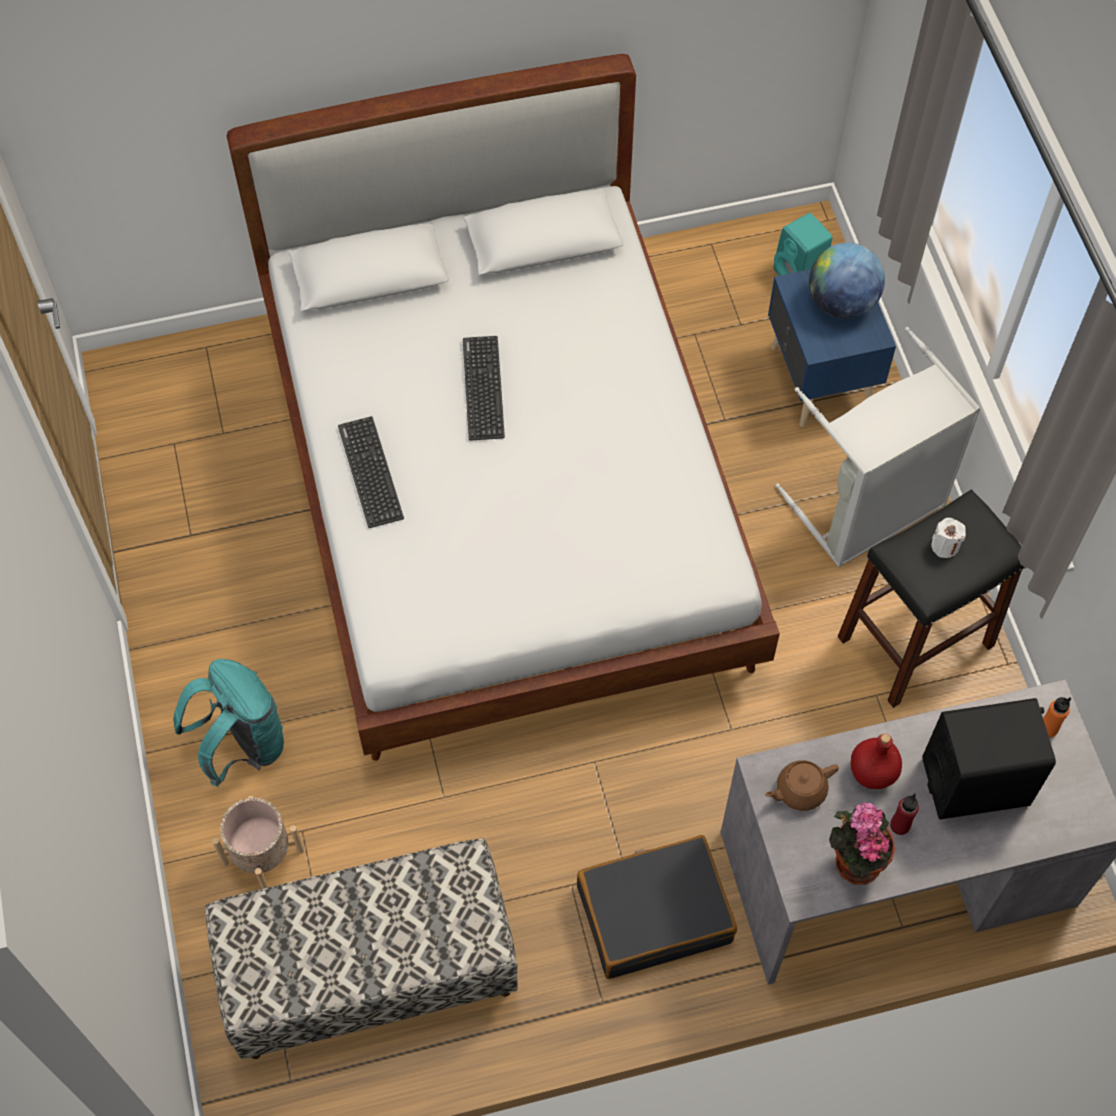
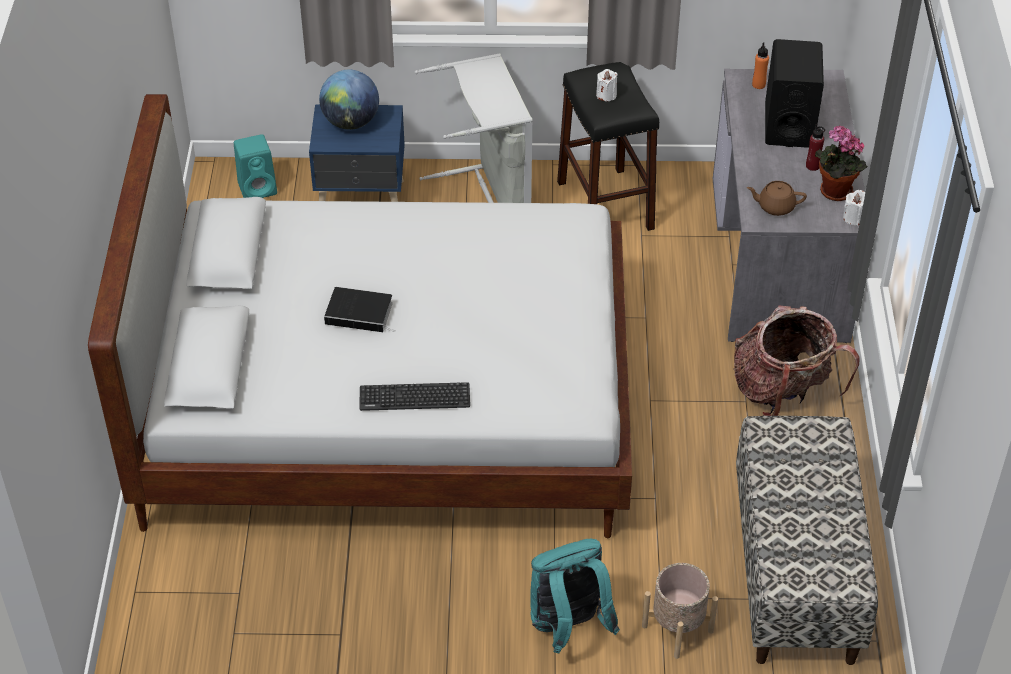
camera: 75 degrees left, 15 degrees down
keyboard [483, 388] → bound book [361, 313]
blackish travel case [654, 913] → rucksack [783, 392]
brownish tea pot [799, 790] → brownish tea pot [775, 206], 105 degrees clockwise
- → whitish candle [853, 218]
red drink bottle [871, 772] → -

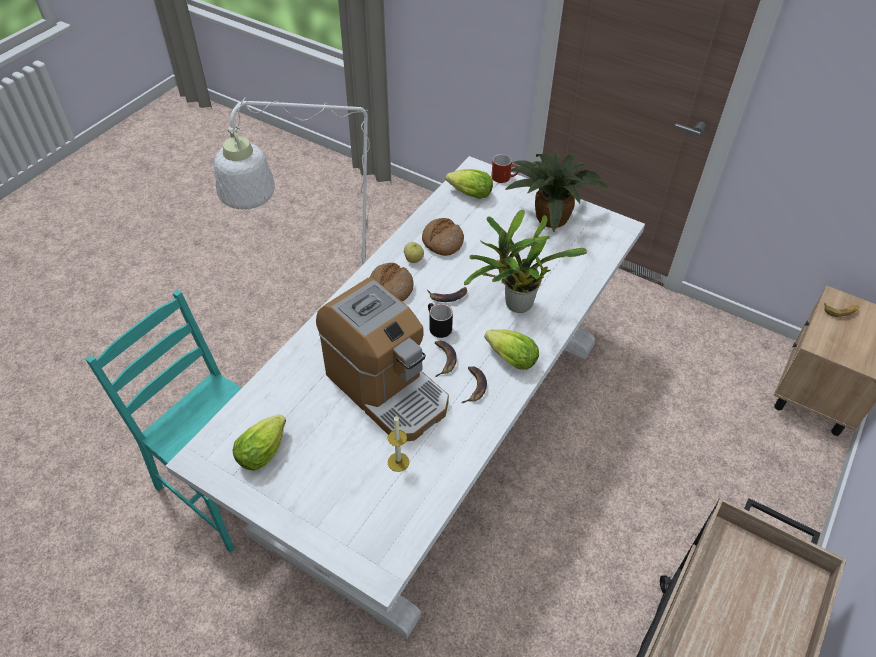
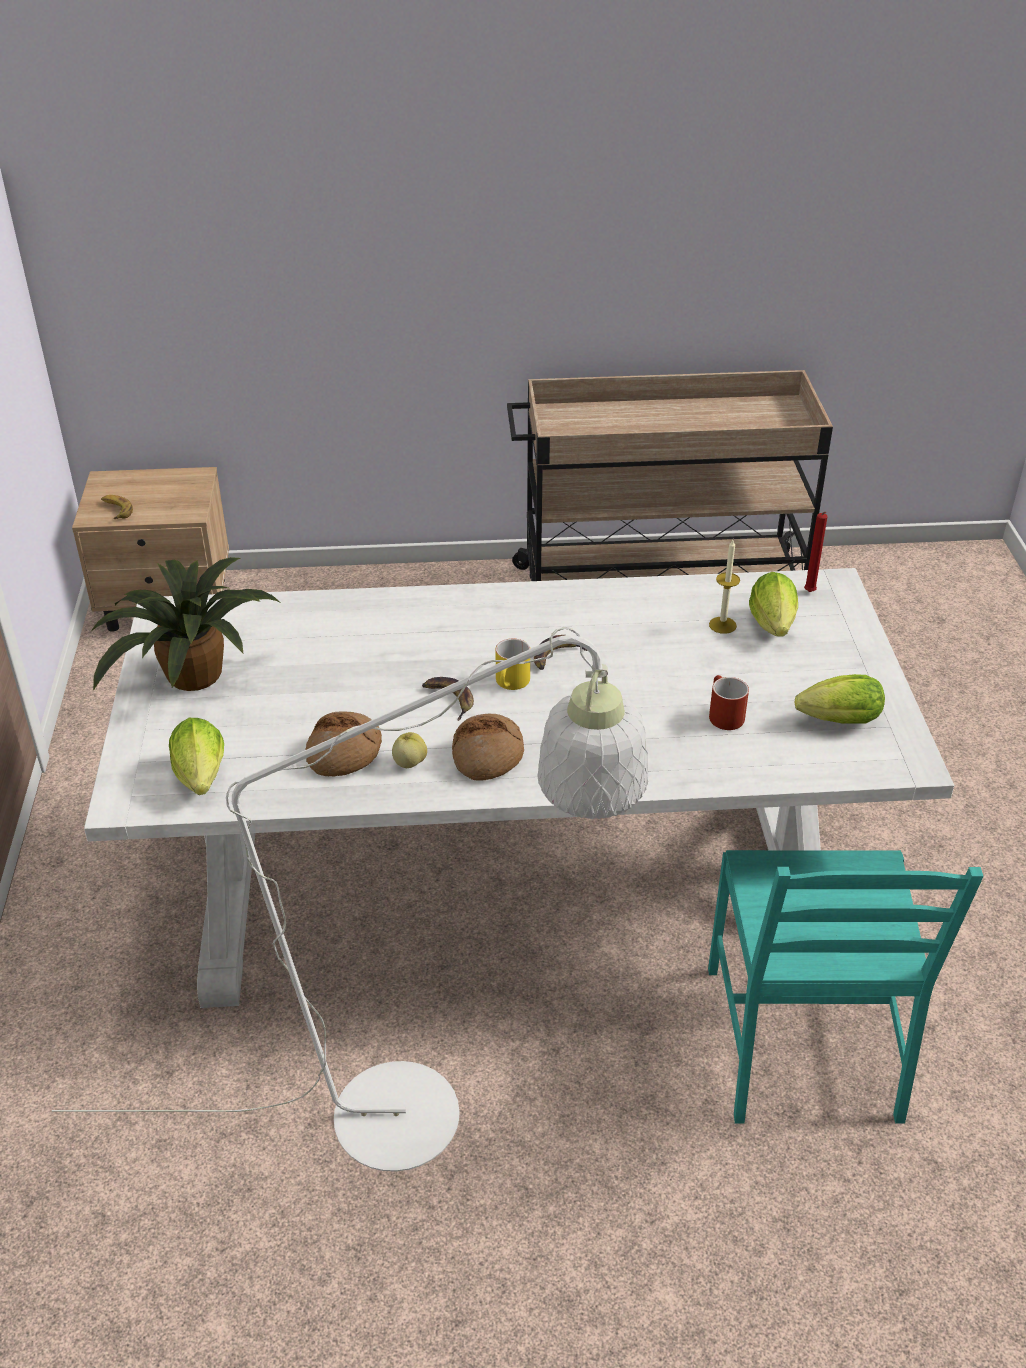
camera: 125 degrees left, 10 degrees down
blackish coffee mug [437, 326] → yellowish coffee mug [511, 684]
red coffee mug [504, 177] → red coffee mug [722, 714], relocated
lettuce head [508, 358] → lettuce head [773, 627], relocated
- → red candle [809, 593]
coffee machine [387, 389] → -
banana fruit [474, 386] → -
plant in a pot [514, 305] → -

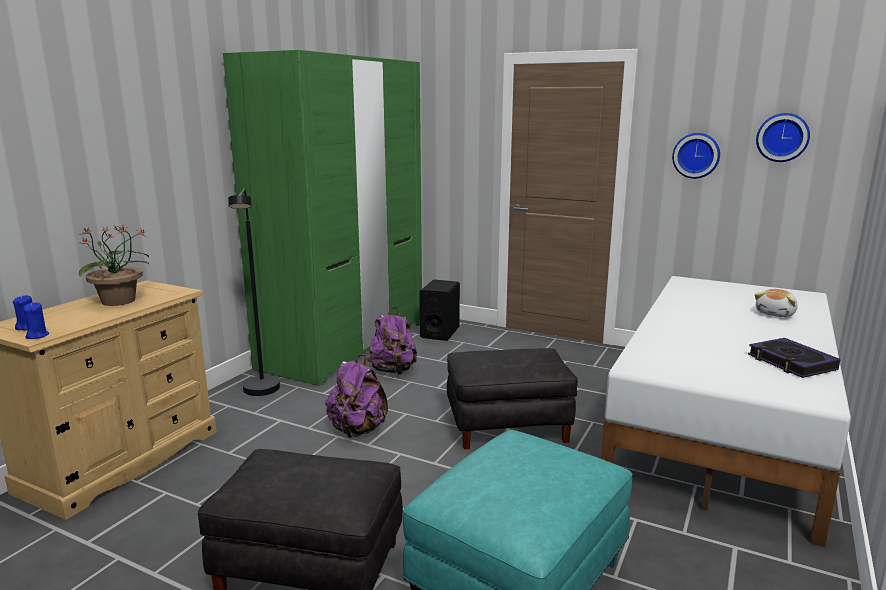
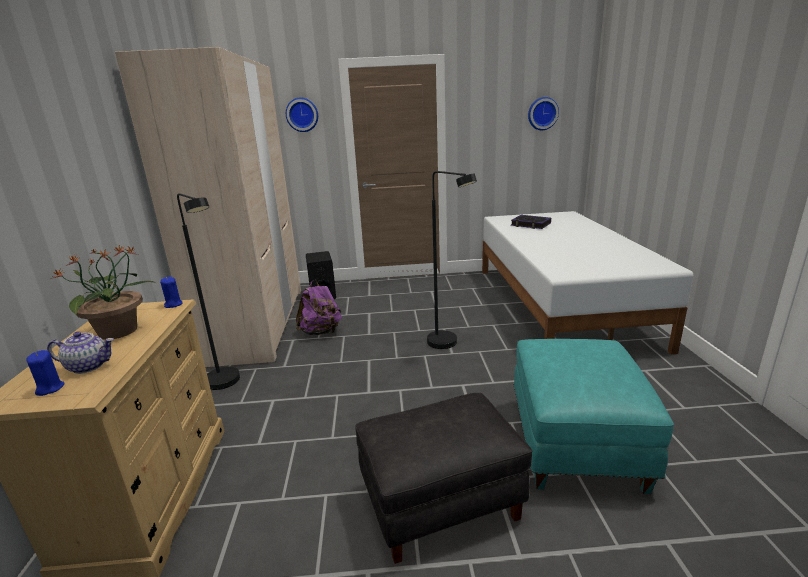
camera: 30 degrees left, 5 degrees up
- → tea pot [89, 366]
green wardrobe [345, 344] → beige-coloured wardrobe [256, 323]
blue-coloured candle [37, 336] → blue-coloured candle [173, 304], relocated
hanging clock [696, 155] → hanging clock [302, 115], relocated
blackish ottoman [508, 426] → blackish floor lamp [448, 344]
bound book [791, 363] → bound book [530, 224], relocated
purplish rucksack [357, 430] → -
plush toy [776, 314] → -

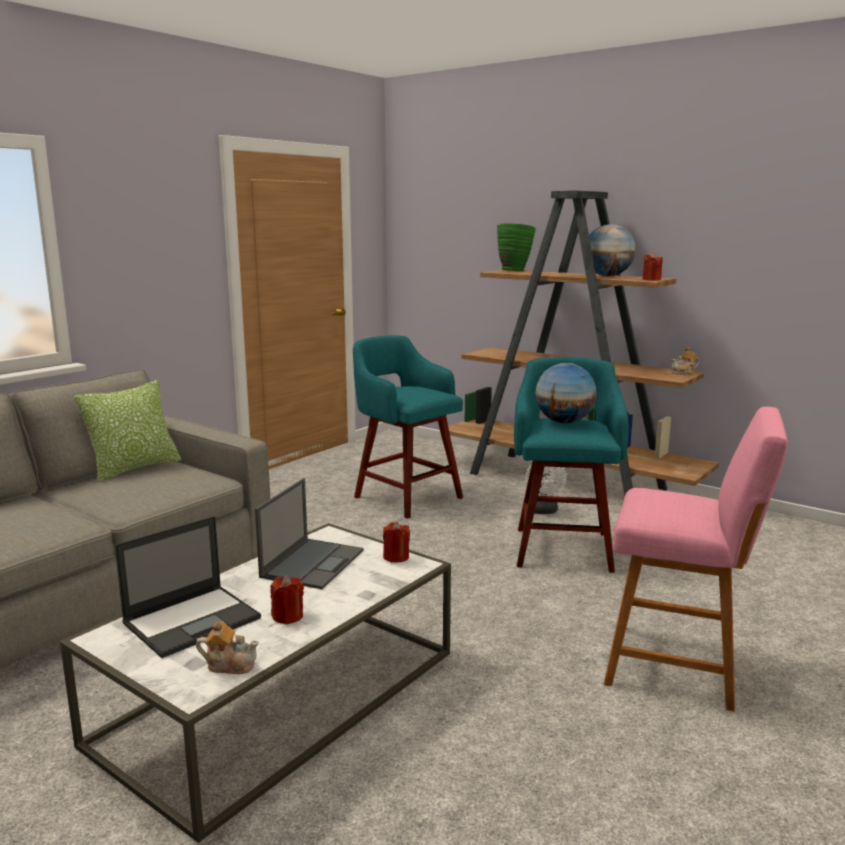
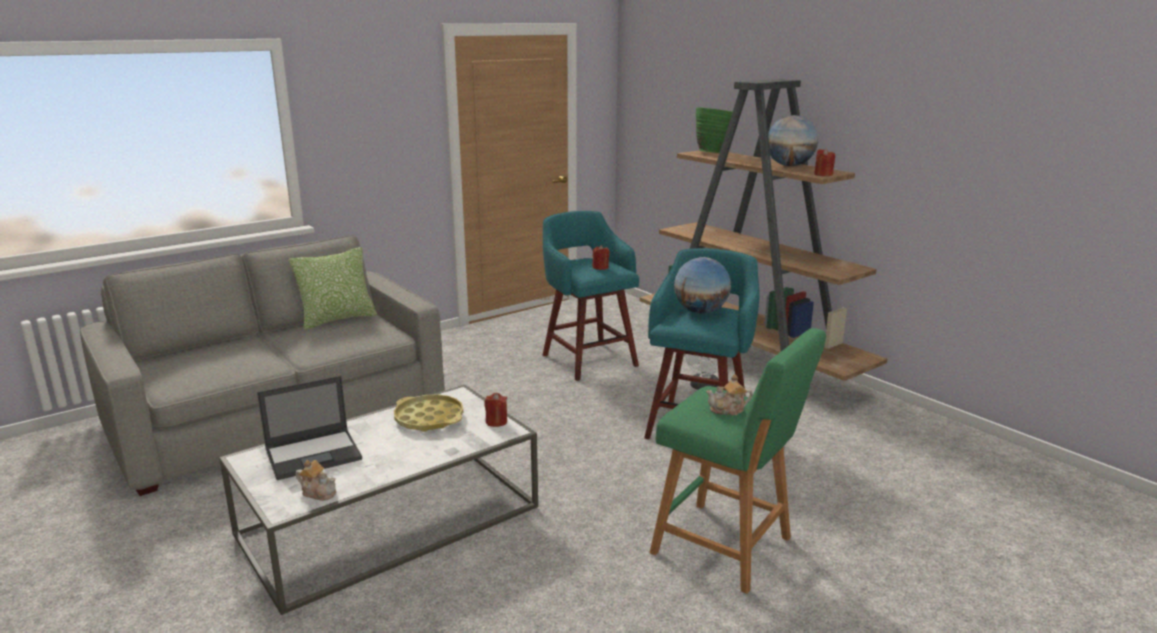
camera: 15 degrees right, 5 degrees up
notebook computer [313, 563] → yellowish serving tray [429, 418]
red candle [287, 616] → red candle [600, 267], relocated
pinkish stool [680, 666] → green stool [728, 548]
tea pot [684, 373] → tea pot [728, 410], relocated

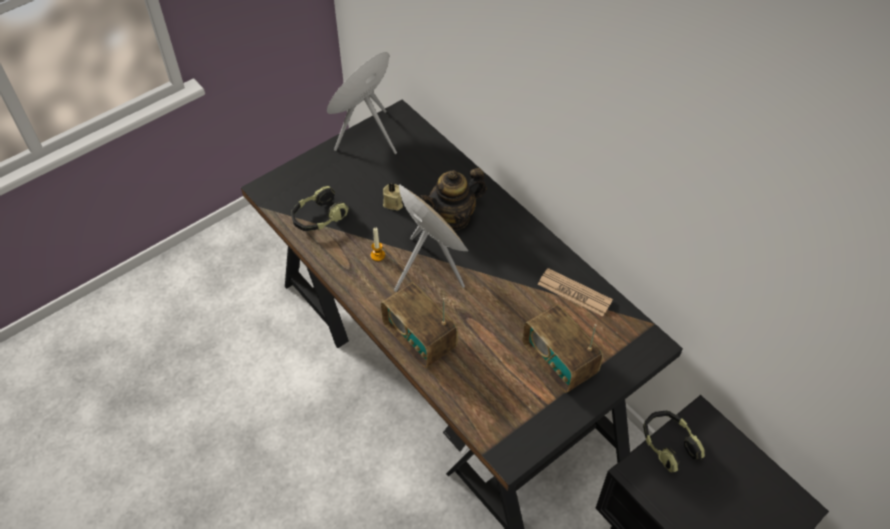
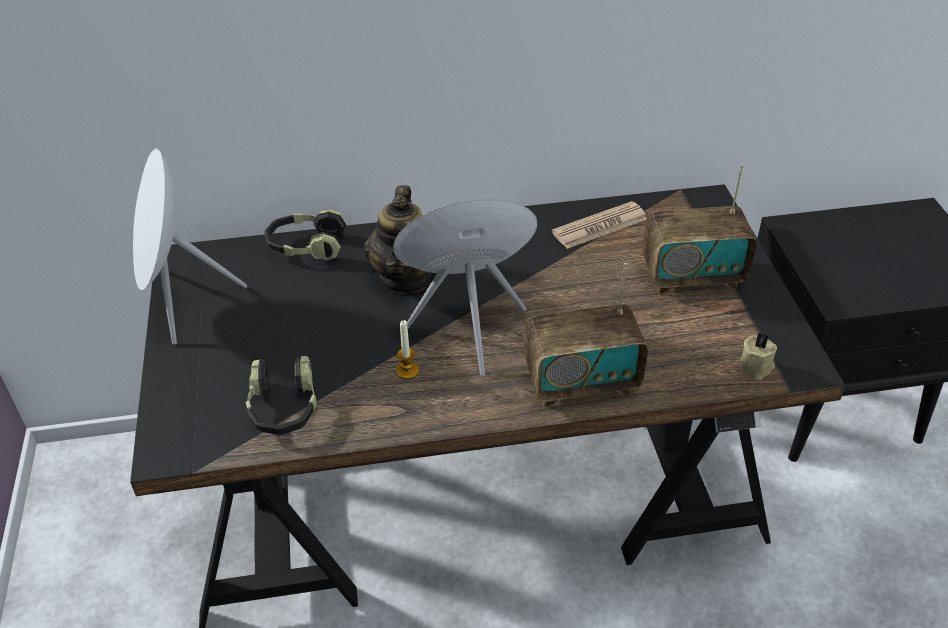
camera: 60 degrees left, 10 degrees down
pair of headphones [668, 444] → pair of headphones [306, 247], relocated
beige-coloured candle [393, 203] → beige-coloured candle [756, 367], relocated

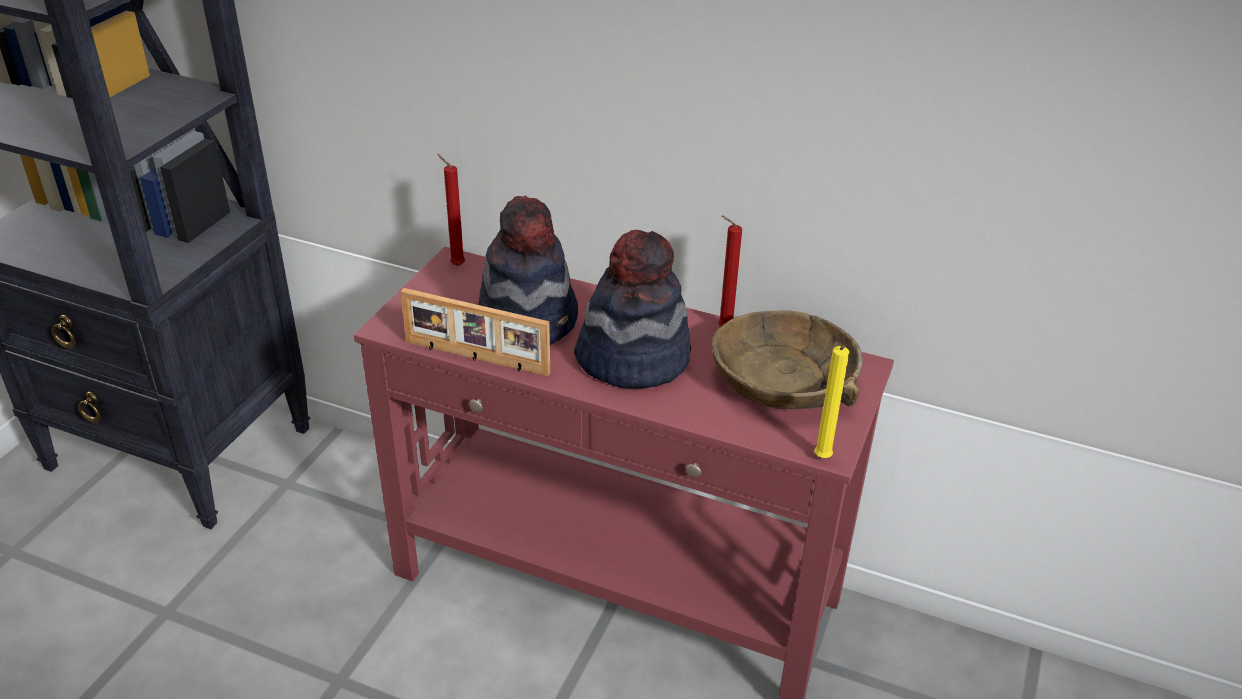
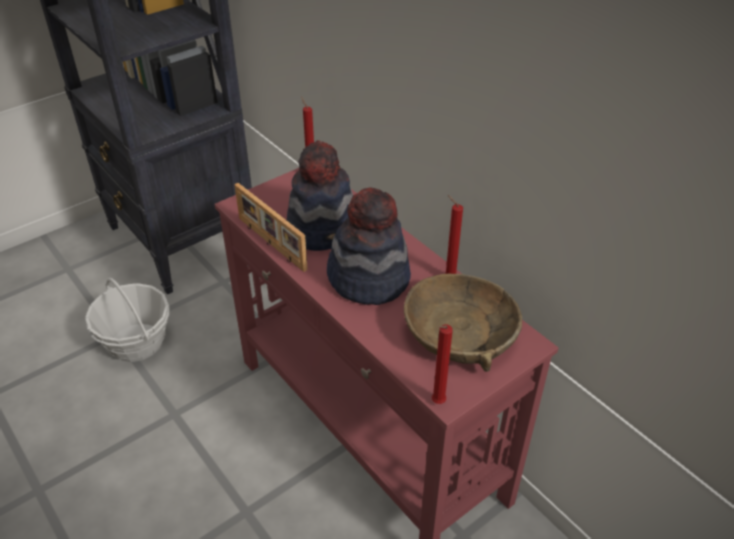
camera: 30 degrees right, 5 degrees up
- → basket [136, 342]
yellowish candle [821, 459] → red candle [436, 403]

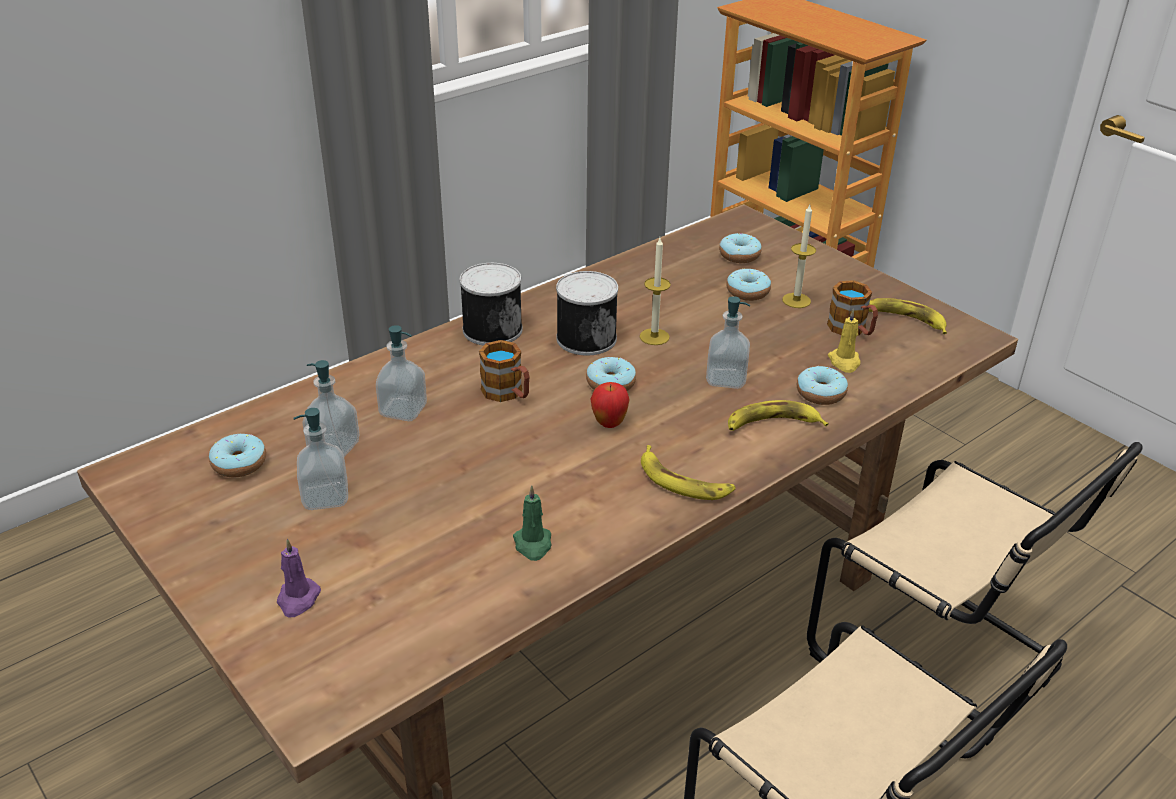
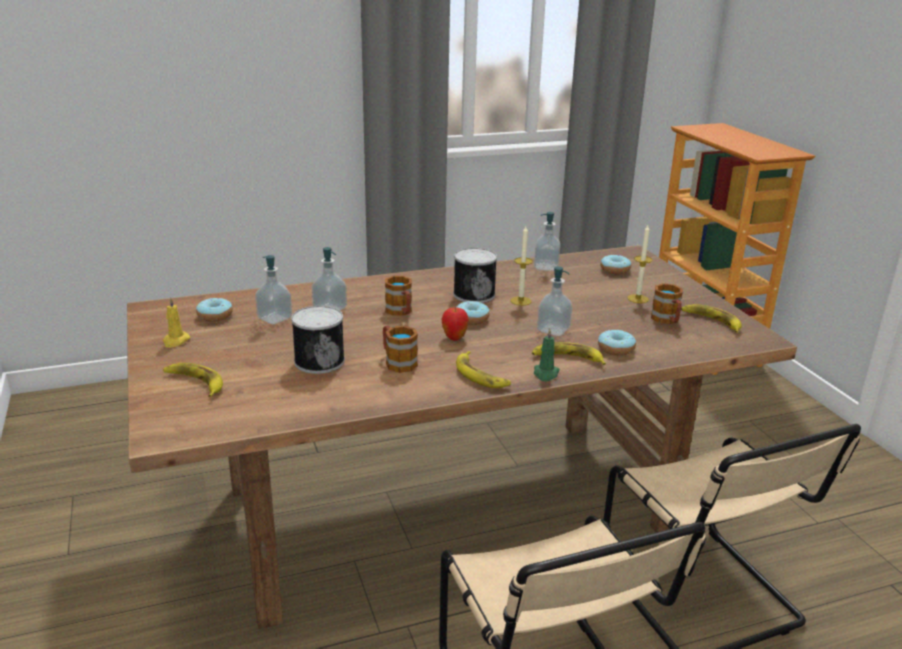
camera: 20 degrees right, 10 degrees down
yellowish candle [844, 362] → yellowish candle [175, 341], relocated
purplish candle [298, 599] → banana fruit [195, 383]
sealed can [491, 329] → sealed can [319, 360], relocated
- → coffee mug [397, 362]
soap dispenser [325, 497] → soap dispenser [546, 267], relocated
green candle [533, 545] → green candle [546, 374], relocated
ring doughnut [747, 292] → -

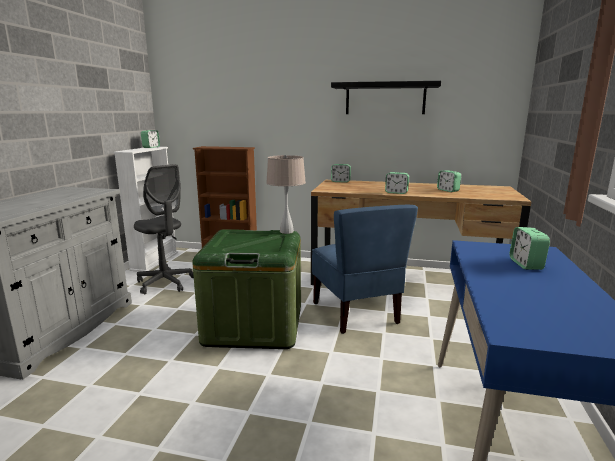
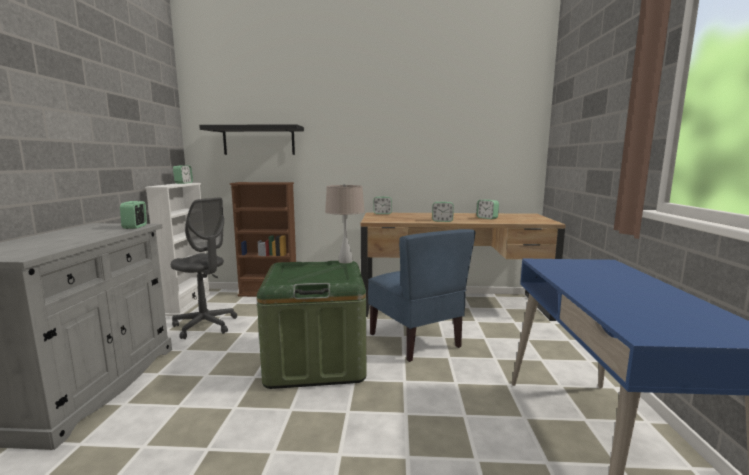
camera: 10 degrees left, 5 degrees down
alarm clock [526, 264] → alarm clock [135, 227], relocated
blackish wall shelf [385, 99] → blackish wall shelf [258, 140], relocated

